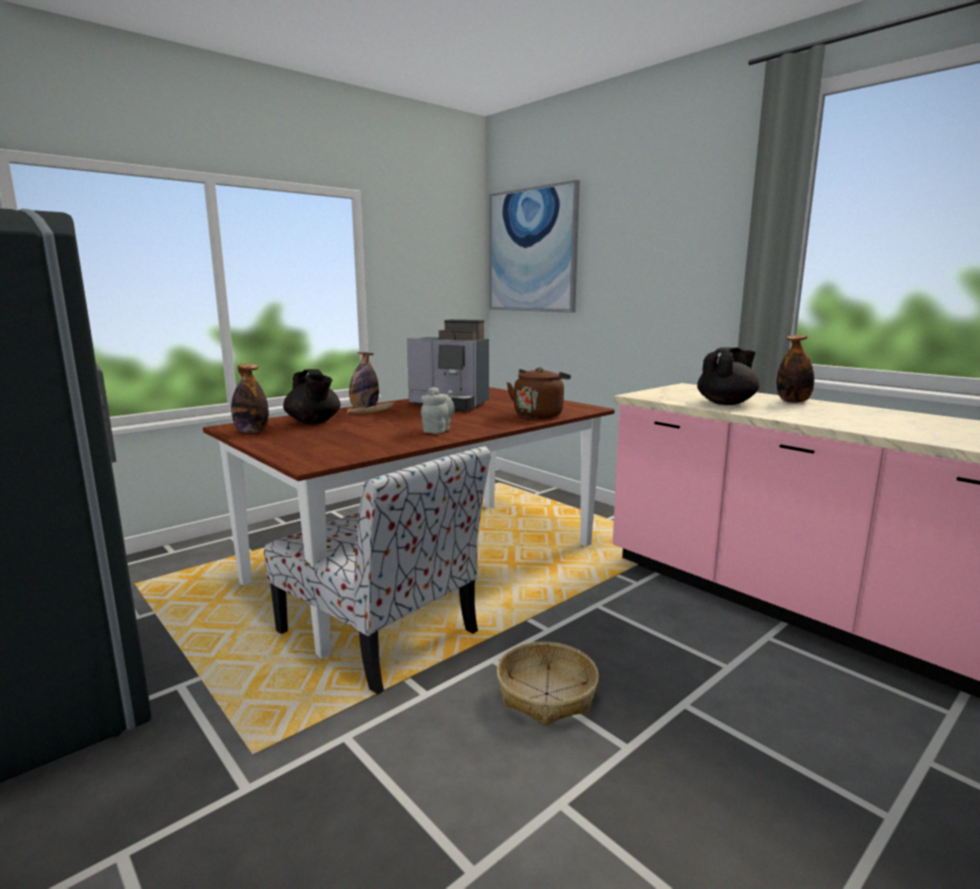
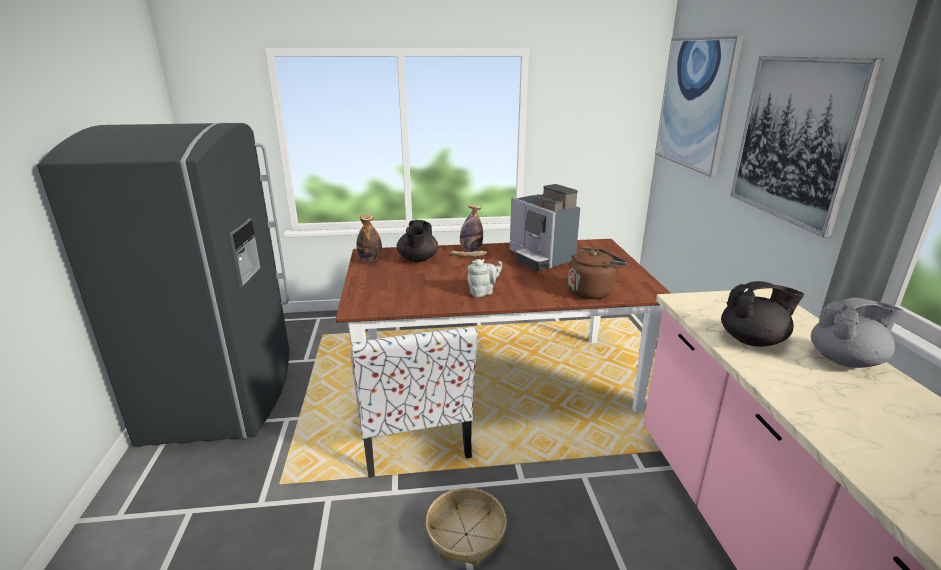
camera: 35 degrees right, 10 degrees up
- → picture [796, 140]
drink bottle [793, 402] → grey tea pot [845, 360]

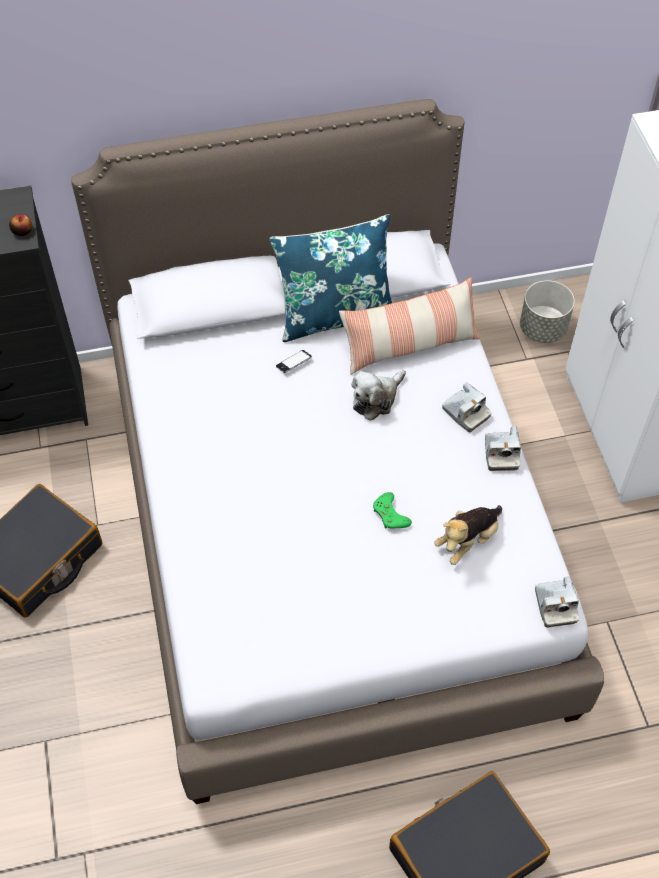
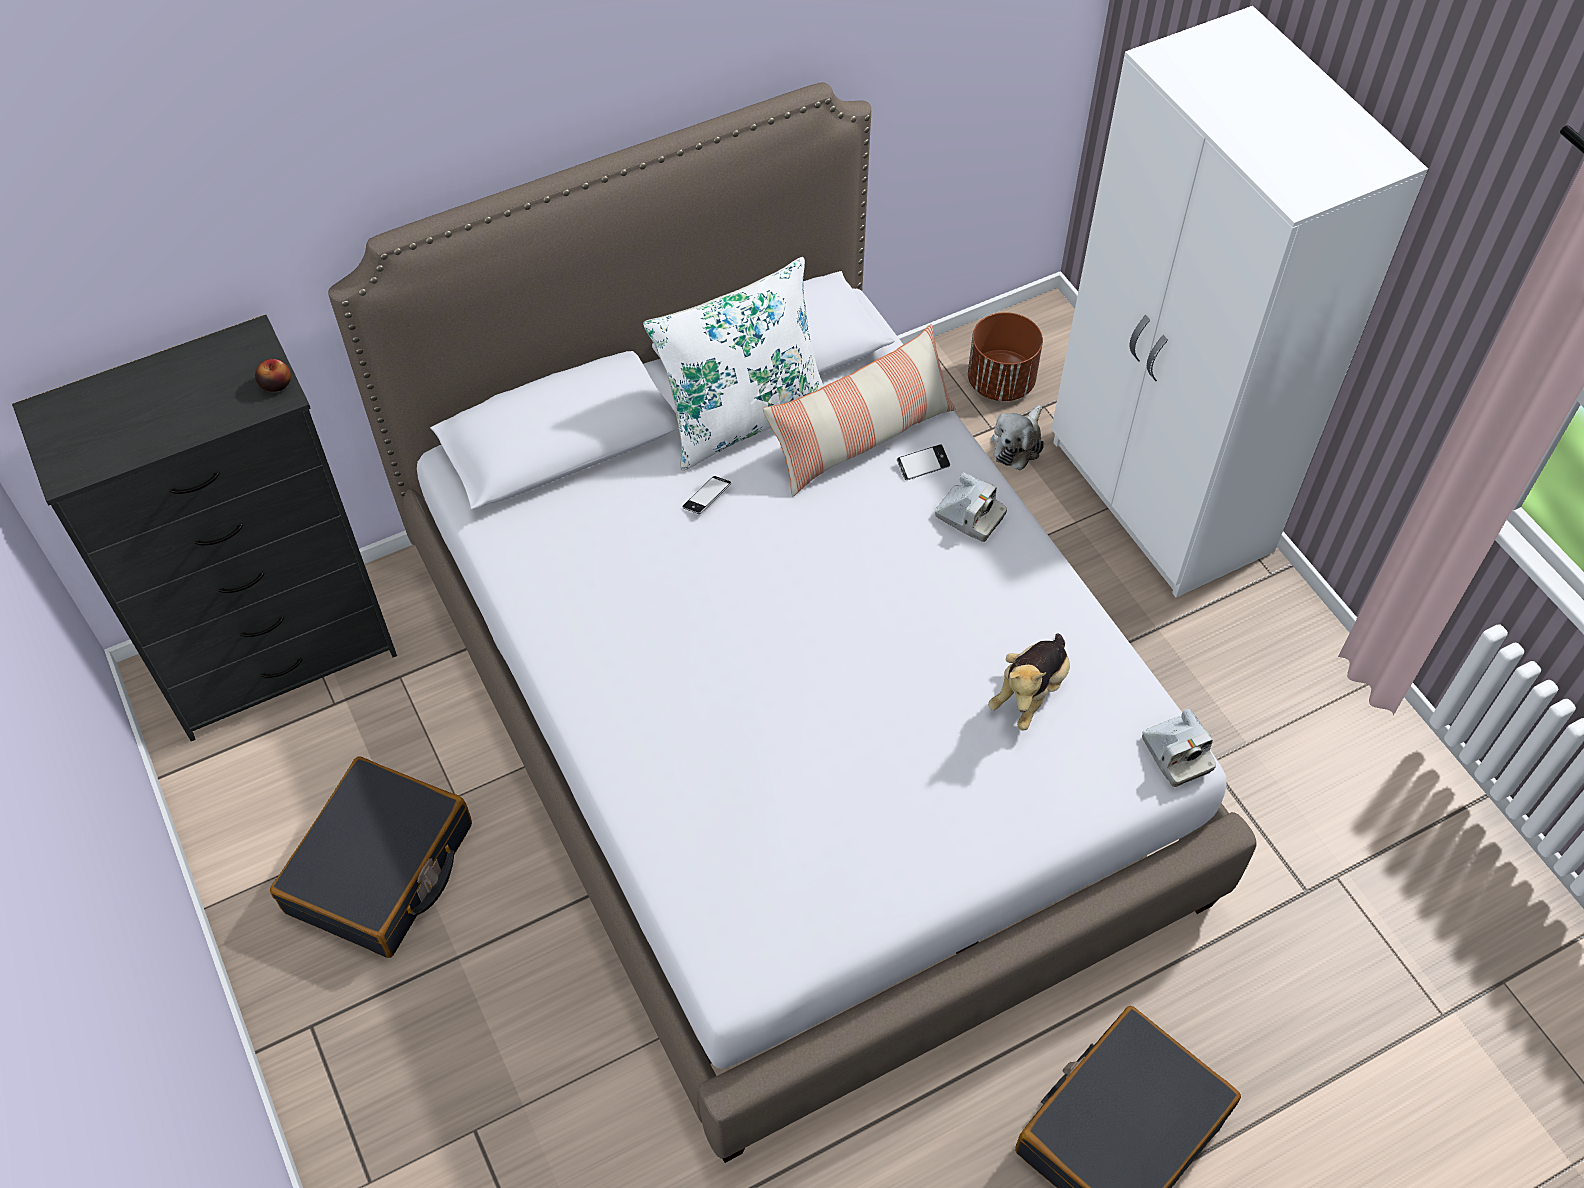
camera: 15 degrees left, 0 degrees up
blue-coloured pillow [335, 315] → whitish pillow [743, 418]
- → phone [923, 465]
grey plant pot [543, 329] → brownish plant pot [1001, 382]
plush toy [376, 399] → plush toy [1018, 444], relocated
green joypad [390, 515] → -
photo camera [501, 454] → -

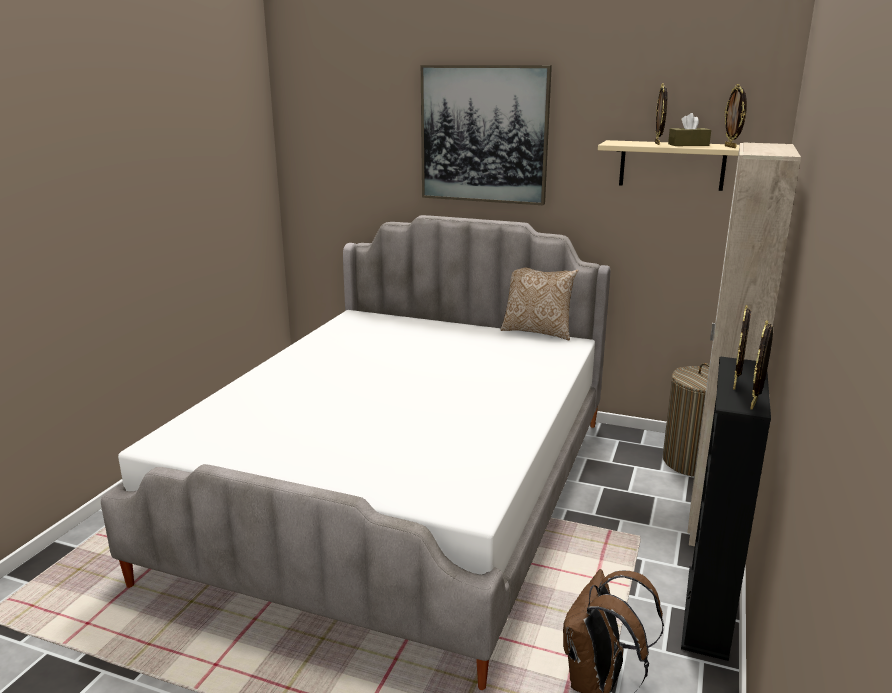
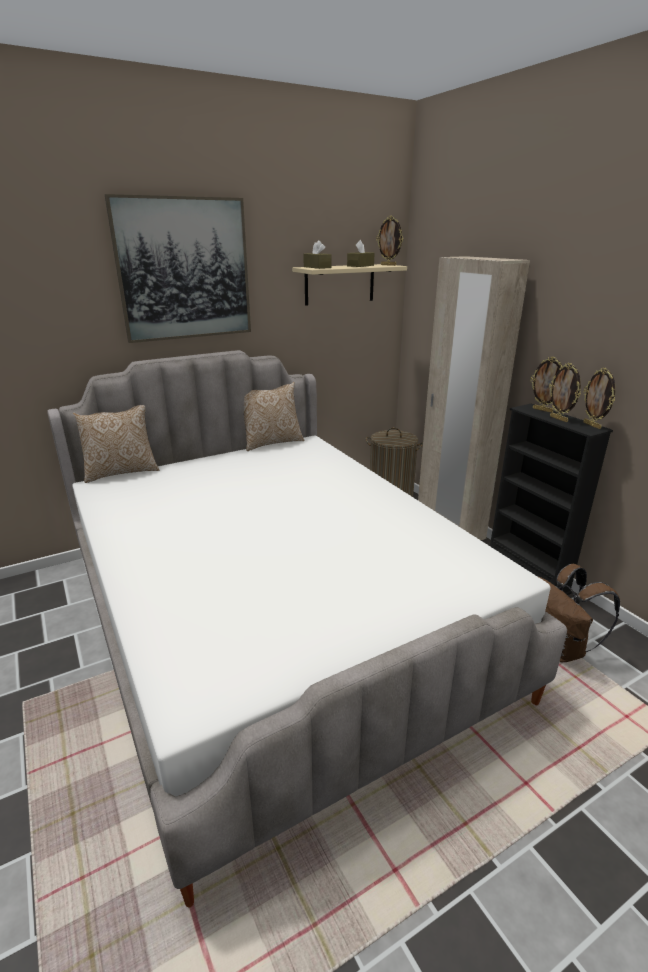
camera: 50 degrees left, 5 degrees up
- → pillow [121, 472]
- → brownish tissue holder [317, 267]
standing frame [658, 144] → standing frame [543, 410], relocated

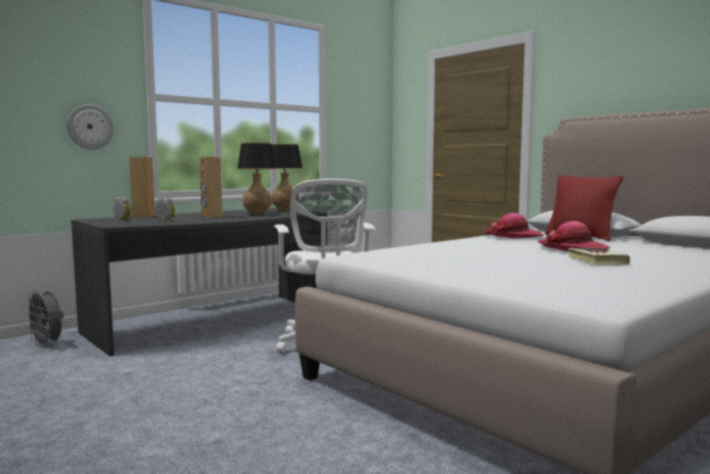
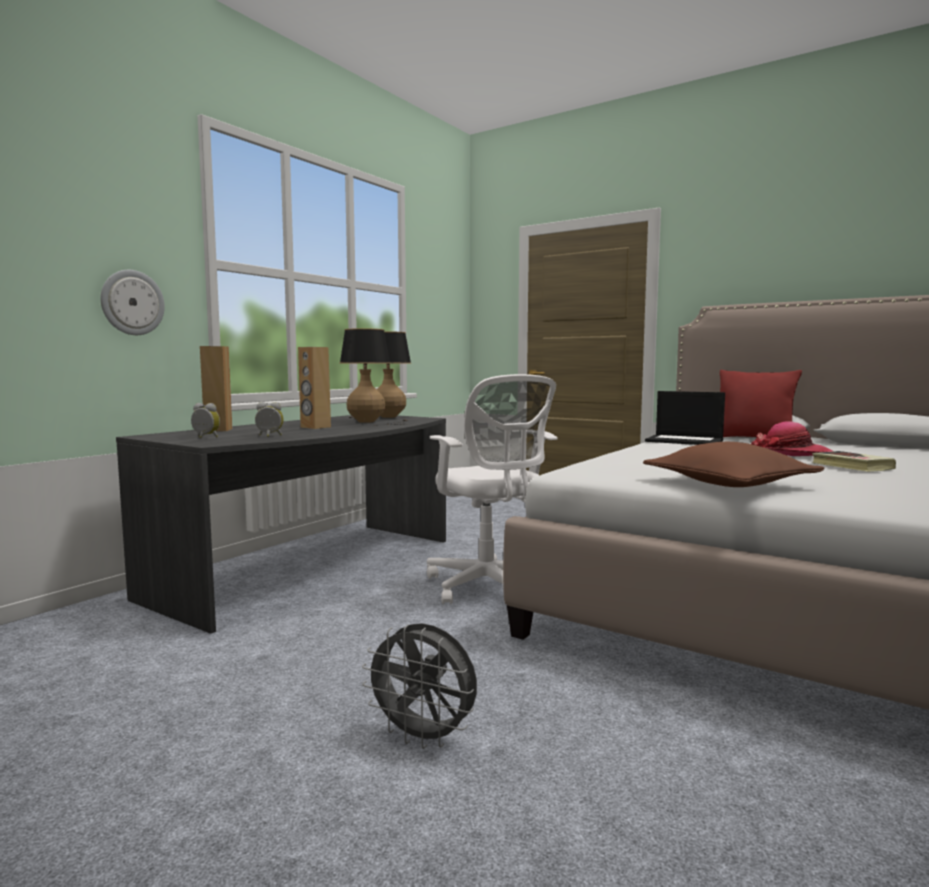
camera: 15 degrees left, 0 degrees up
grey cooling fan [47, 344] → grey cooling fan [424, 737], relocated
- → brownish pillow [729, 484]
wearable hat [513, 236] → notebook computer [685, 441]

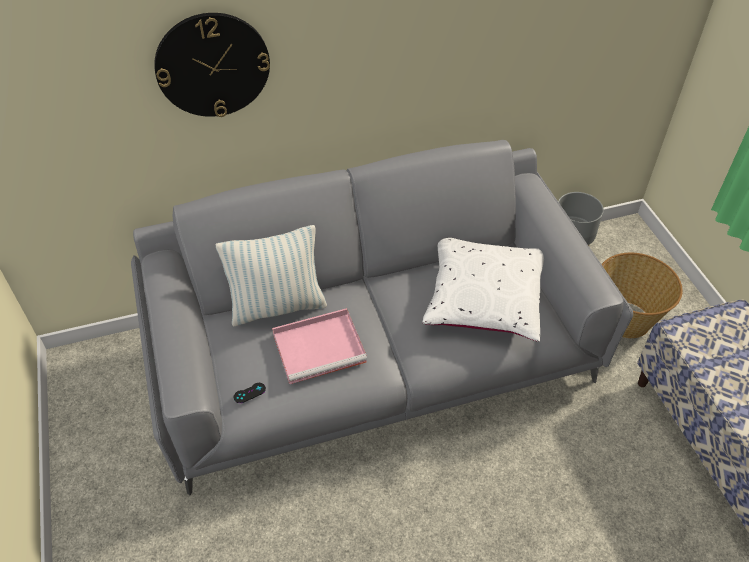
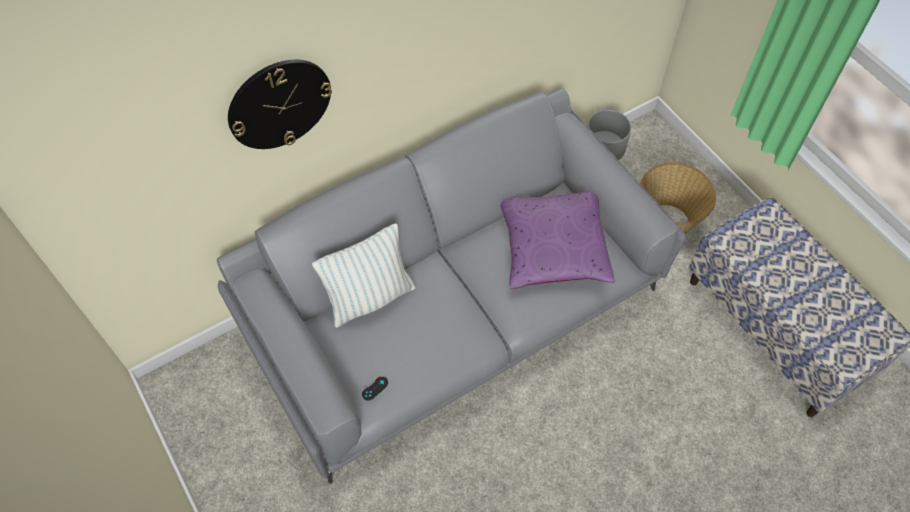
camera: 15 degrees left, 10 degrees up
whitish pillow [484, 299] → purplish pillow [553, 247]
pinkish serving tray [321, 347] → -

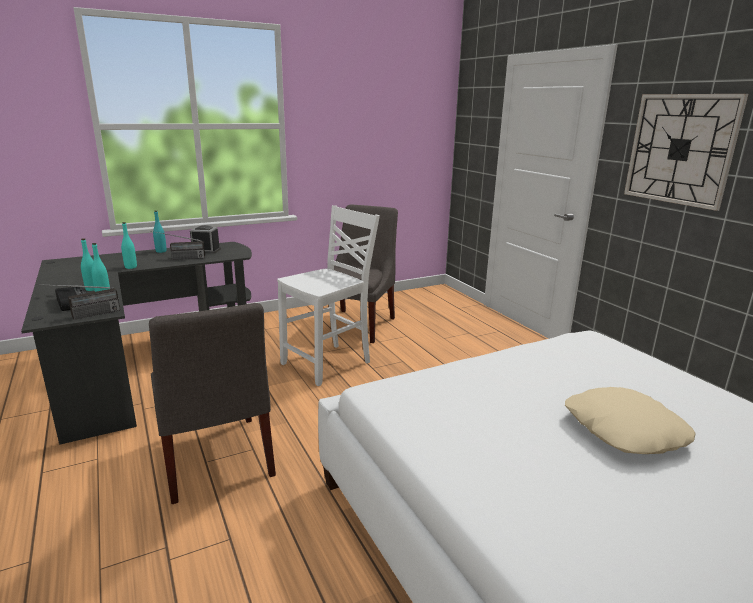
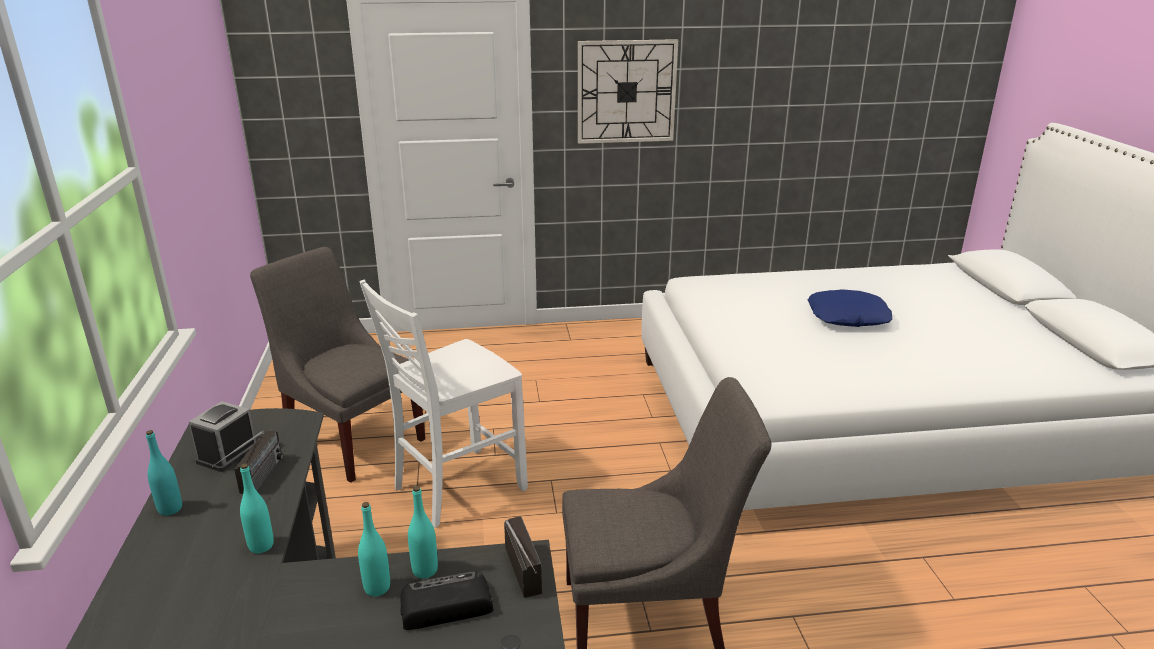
camera: 70 degrees left, 5 degrees up
whitish plain chair [328, 363] → whitish plain chair [456, 488], 105 degrees counterclockwise
beige-coloured pillow [623, 430] → blue-coloured pillow [847, 317]

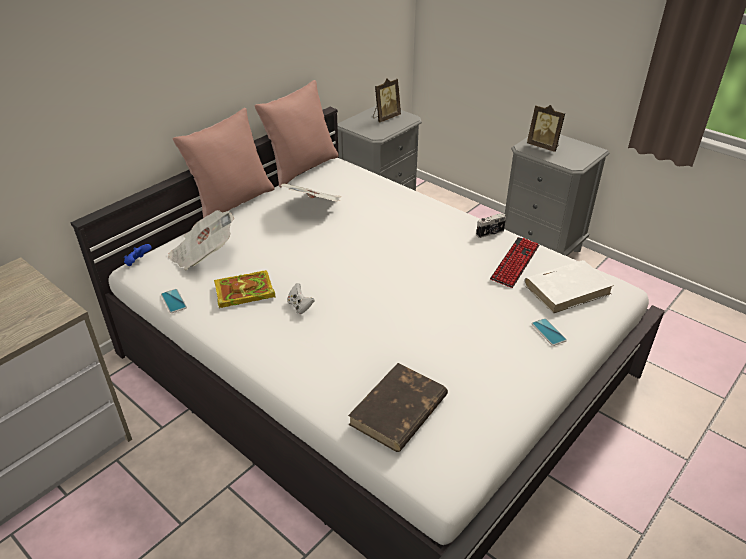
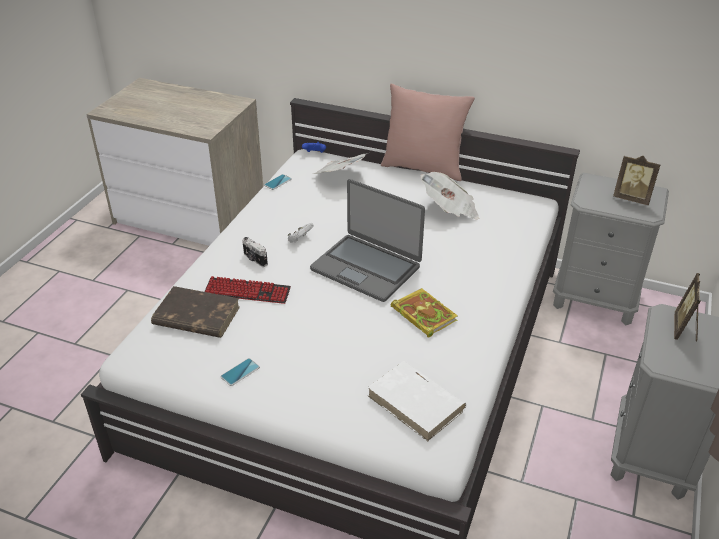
camera: 70 degrees right, 0 degrees up
keyboard [515, 263] → keyboard [247, 292], relocated
phone [548, 332] → phone [240, 372], relocated
photo camera [490, 233] → photo camera [254, 259], relocated
- → notebook computer [366, 267]
bound book [243, 292] → bound book [422, 314], relocated
pinkish pillow [301, 168] → -

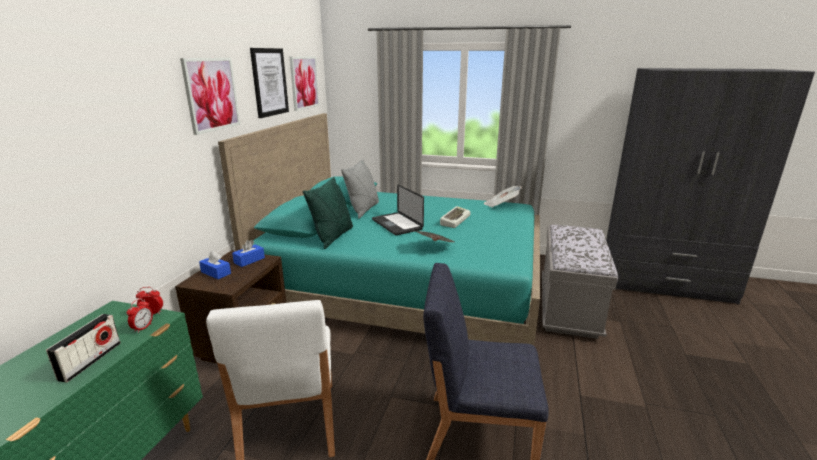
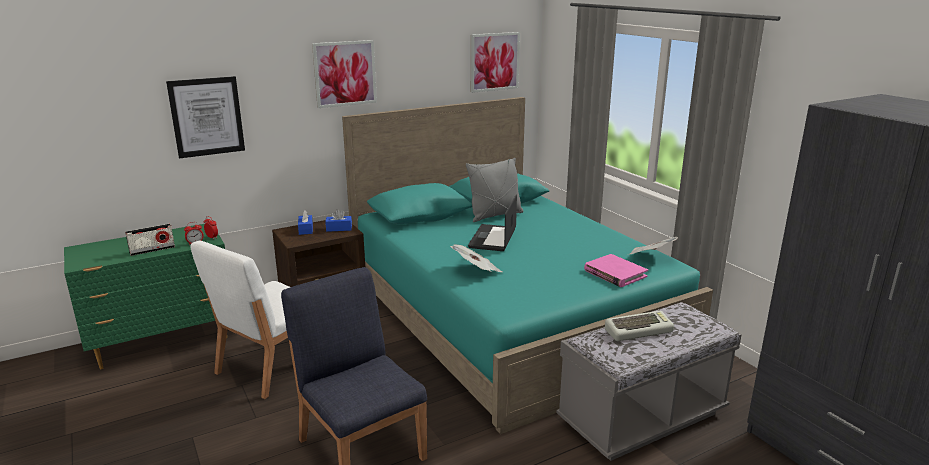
camera: 45 degrees right, 0 degrees up
picture [269, 82] → picture [207, 116], relocated
- → pinkish bound book [614, 273]
keyboard [454, 220] → keyboard [638, 330], relocated
green pillow [333, 237] → -

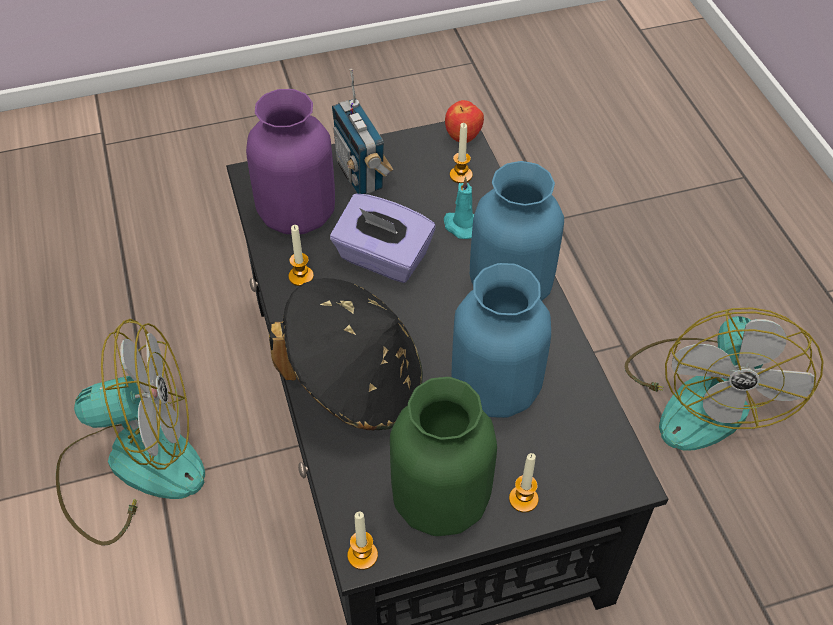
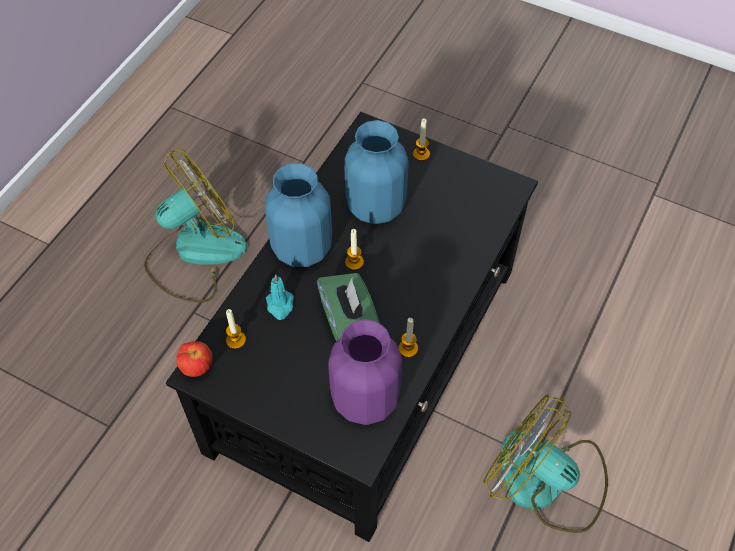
camera: 135 degrees left, 5 degrees up
purplish tissue holder [382, 258] → green tissue holder [349, 321]
candle [362, 555] → candle [354, 262], relocated
blackish wearable hat [356, 382] → -
radio receiver [361, 175] → -
green vase [440, 499] → -

